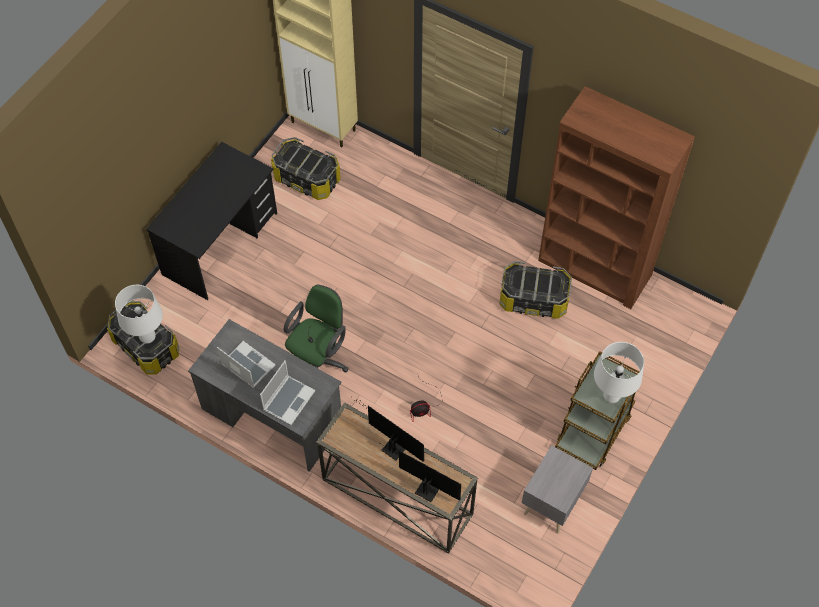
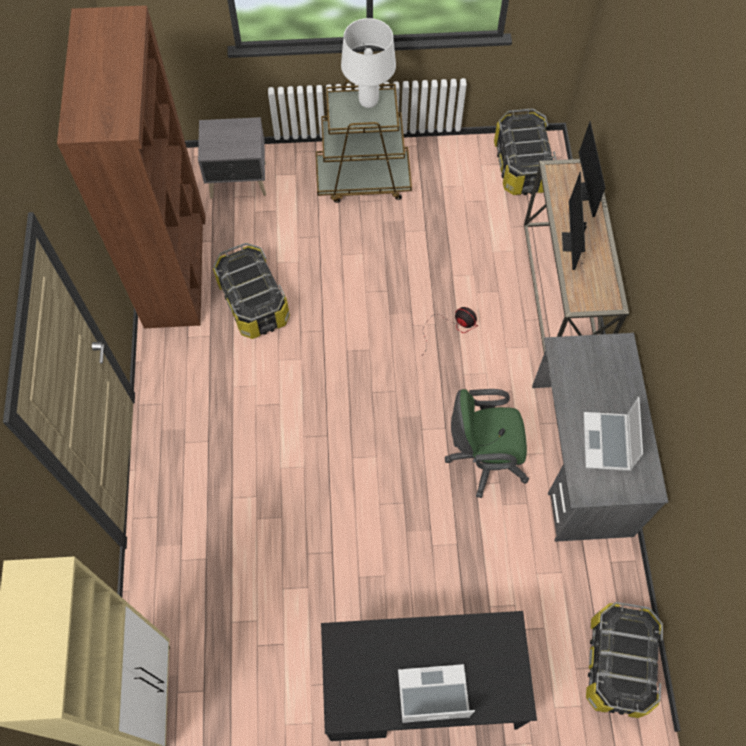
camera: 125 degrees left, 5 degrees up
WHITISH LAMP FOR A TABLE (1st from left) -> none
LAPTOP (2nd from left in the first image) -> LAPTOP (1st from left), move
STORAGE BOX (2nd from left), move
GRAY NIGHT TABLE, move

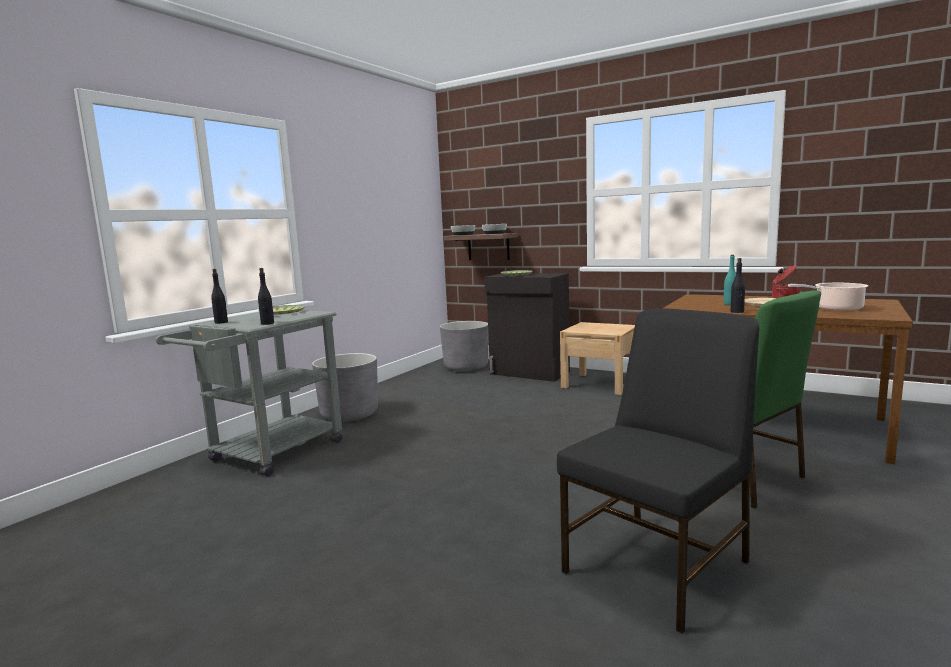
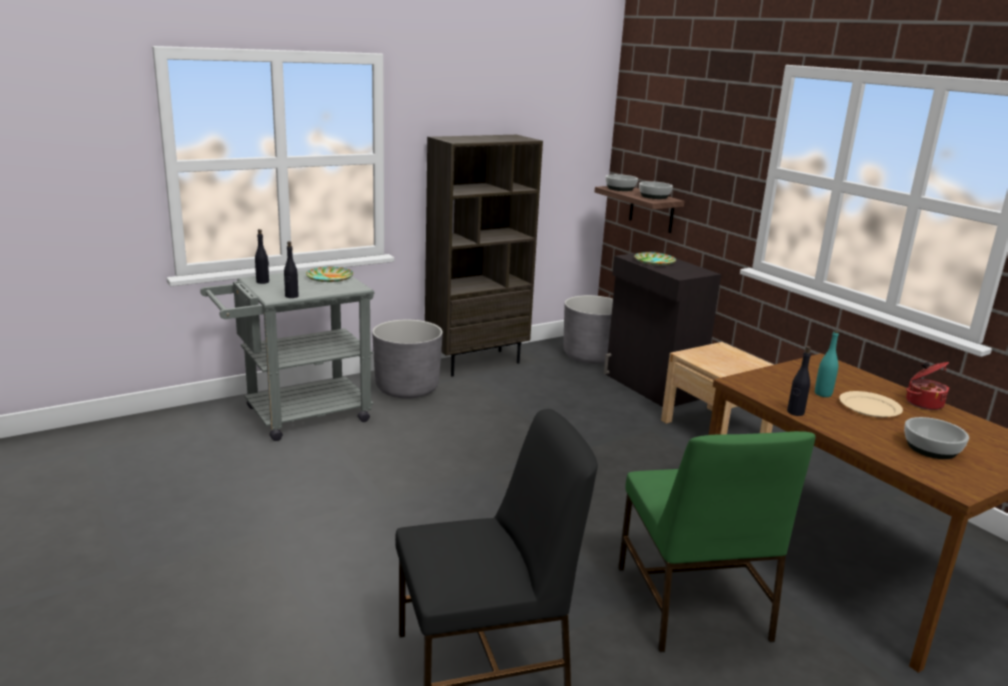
camera: 25 degrees right, 10 degrees up
none -> BROWNISH SHELVING UNIT
STOCKPOT (2nd from left) -> BOWL (3rd from left)

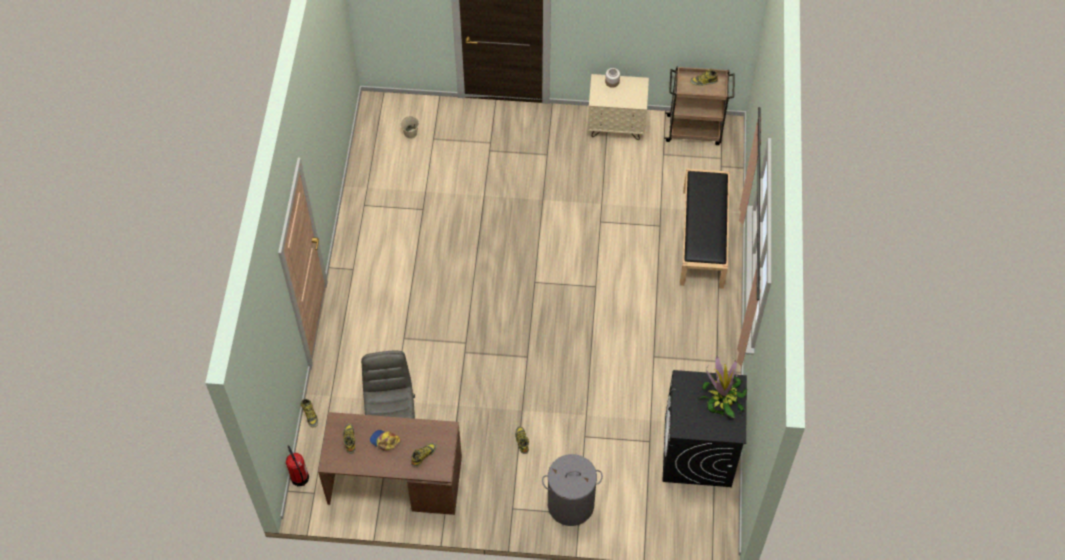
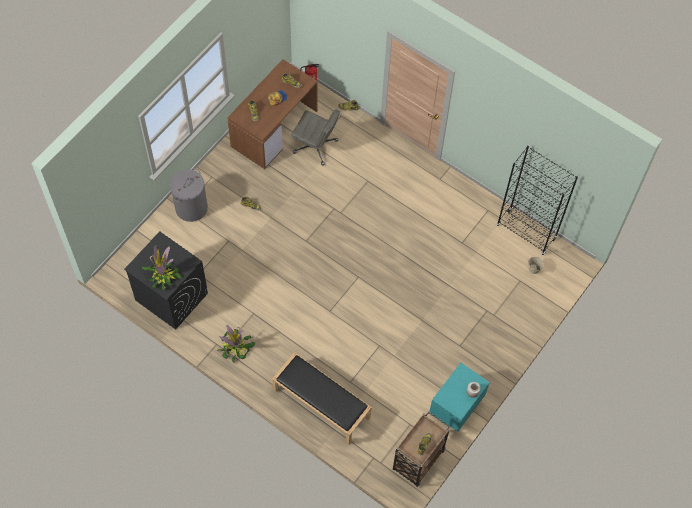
camera: 120 degrees right, 5 degrees up
none -> HOUSEPLANT (2nd from left)
none -> BLACK SHELVING UNIT
SAND-COLOURED NIGHT TABLE -> TURQUOISE-COLOURED NIGHT TABLE

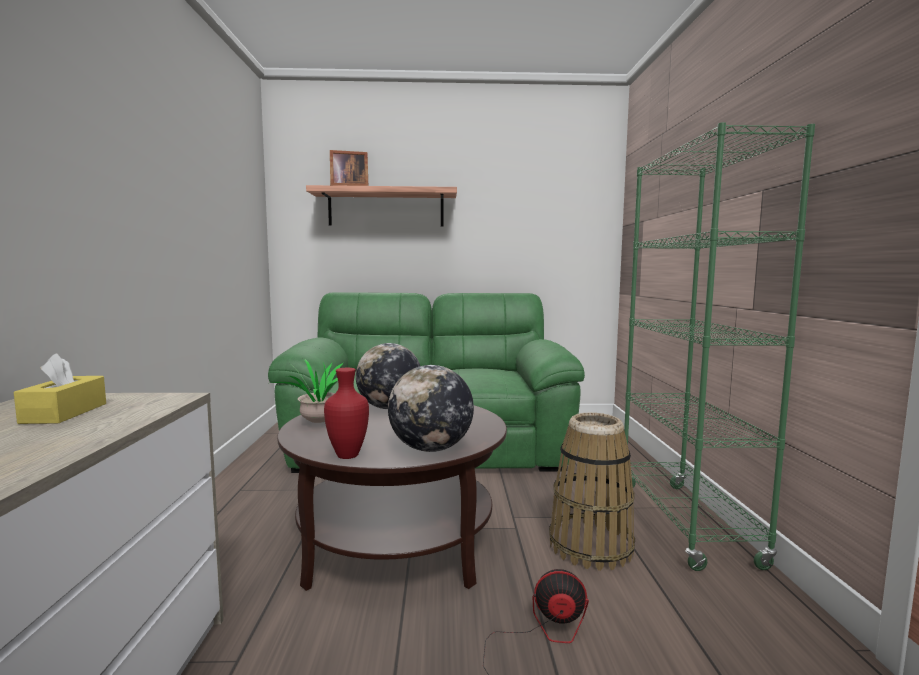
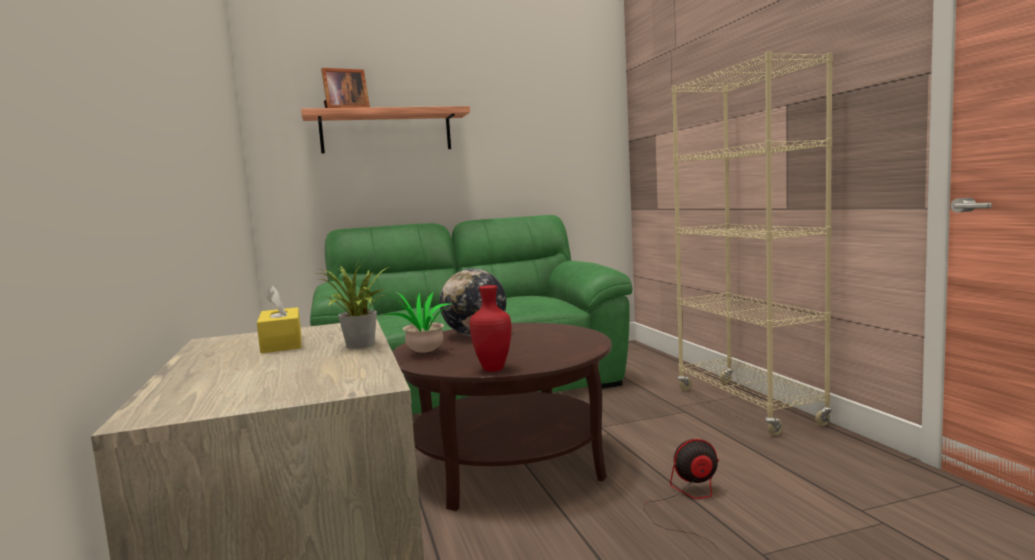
camera: 15 degrees left, 0 degrees up
GLOBE (2nd from left) -> none
STORAGE BASKET -> none
none -> HOUSEPLANT (1st from left)
GREENISH SHELVING UNIT -> SAND-COLOURED SHELVING UNIT

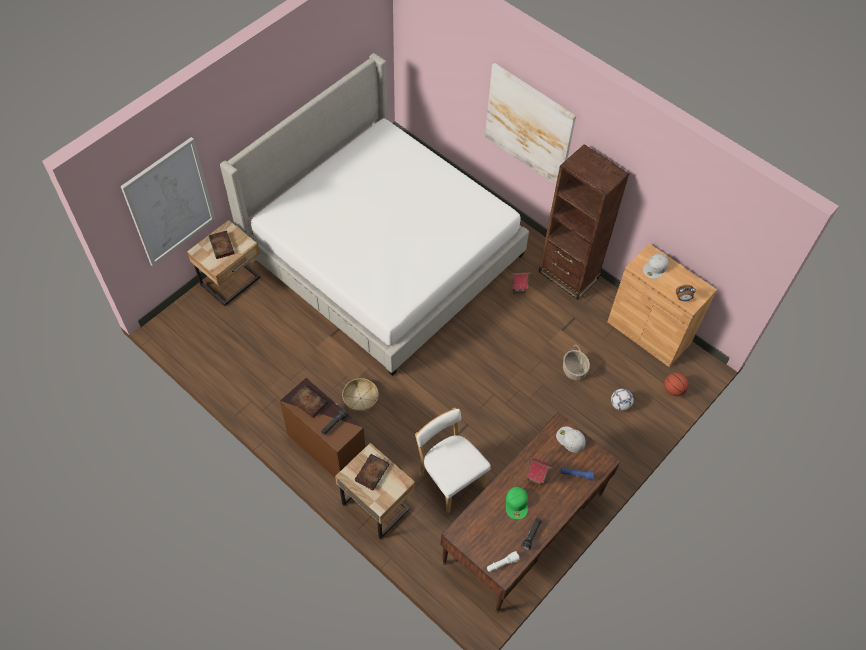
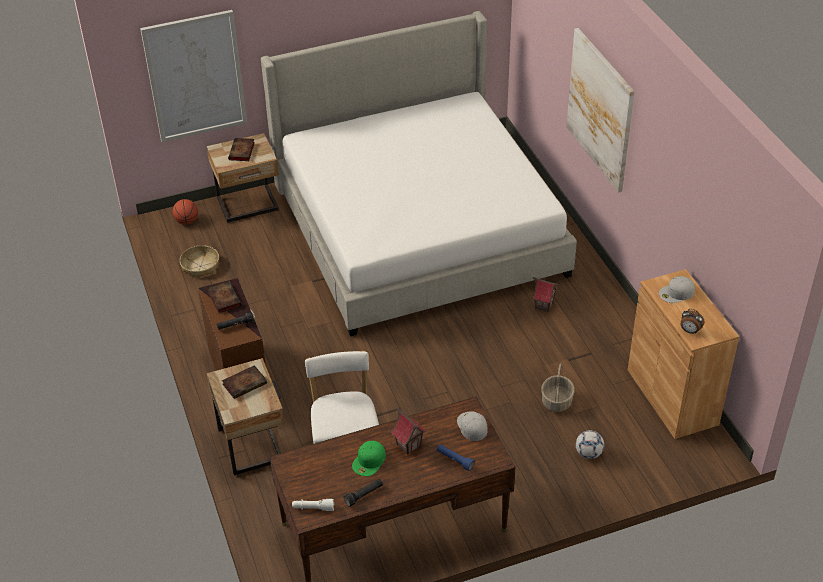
camera: 30 degrees right, 15 degrees down
BROWNISH SHELVING UNIT -> none
STORAGE BASKET (1st from left), move
BALL FOR BASKETBALL, move

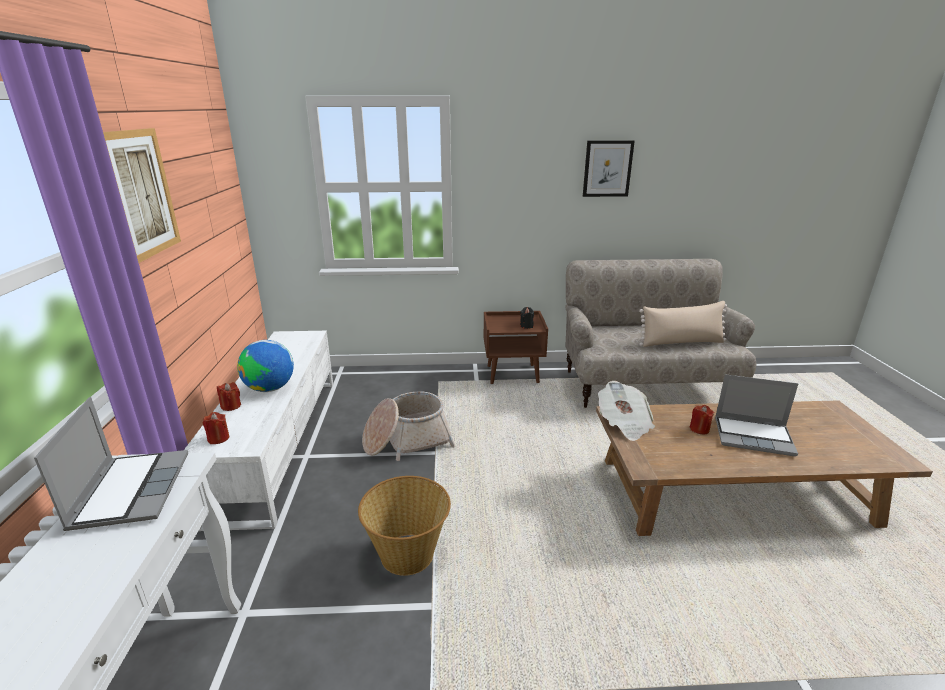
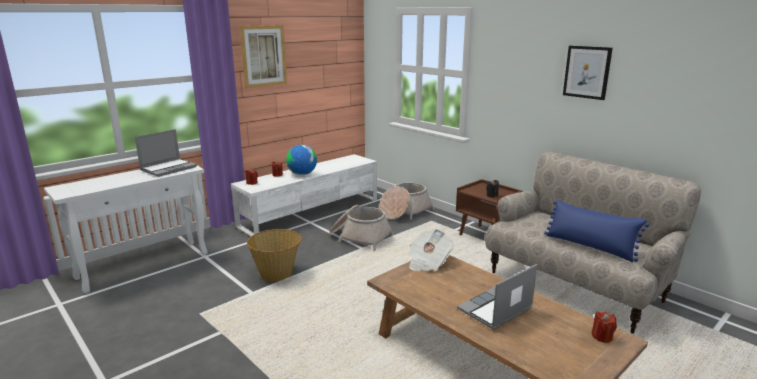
camera: 50 degrees right, 5 degrees down
none -> STORAGE BASKET (3rd from left)
REDDISH CANDLE (3rd from left), move
SAND-COLOURED THROW PILLOW -> BLUE THROW PILLOW
LAPTOP (2nd from left), 75 degrees clockwise

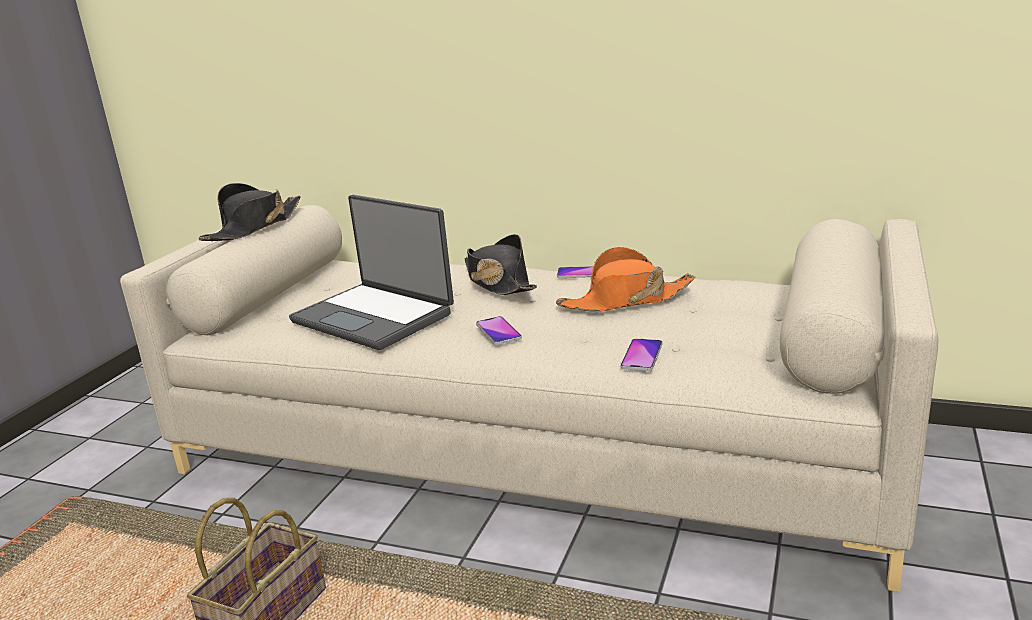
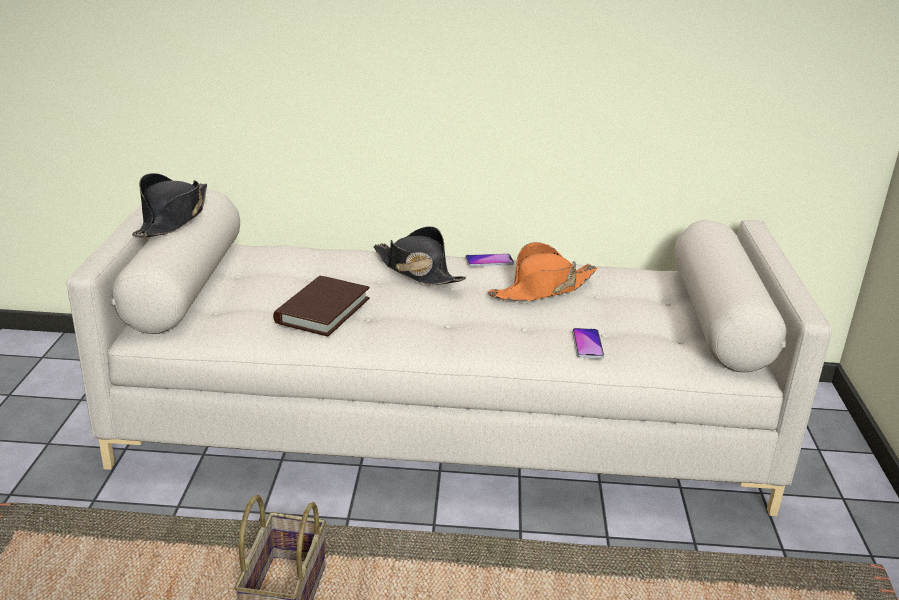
camera: 20 degrees left, 5 degrees up
PHONE (1st from left) -> none
LAPTOP -> BROWNISH BOOK

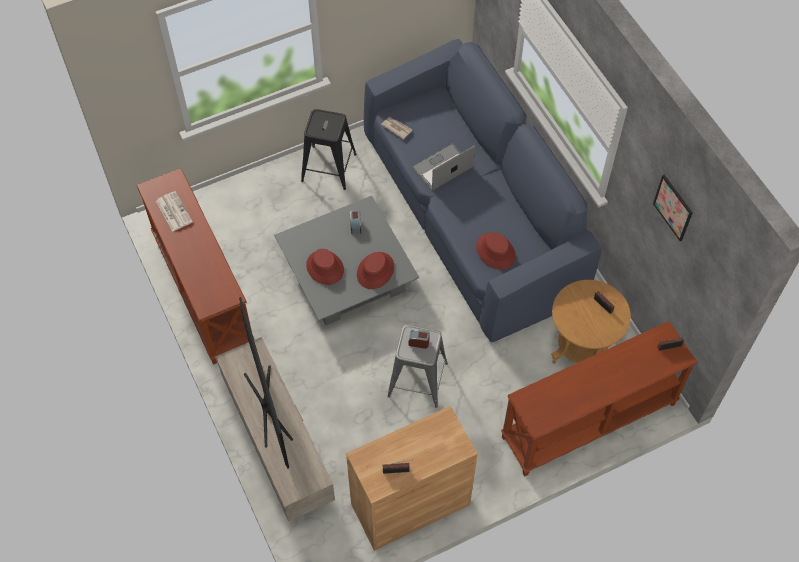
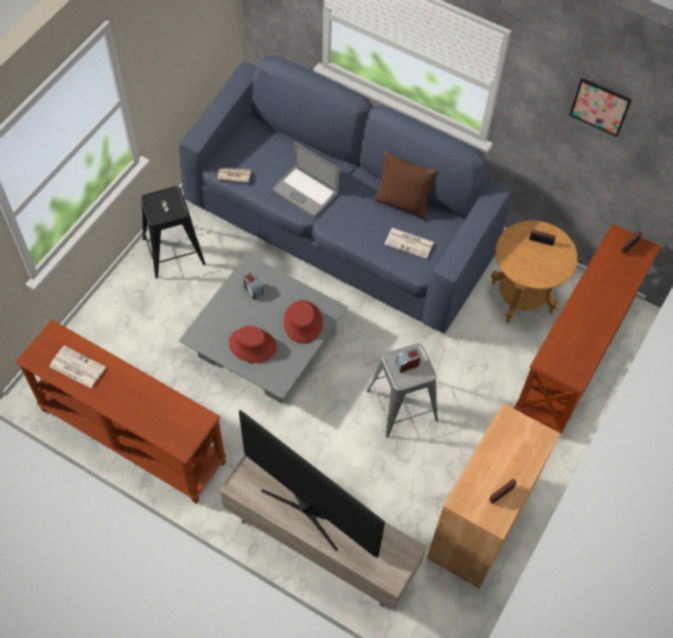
camera: 35 degrees left, 0 degrees up
none -> BROWNISH THROW PILLOW
REDDISH HAT (3rd from left) -> PRINTED PAPER (3rd from left)
LAPTOP, 75 degrees counterclockwise

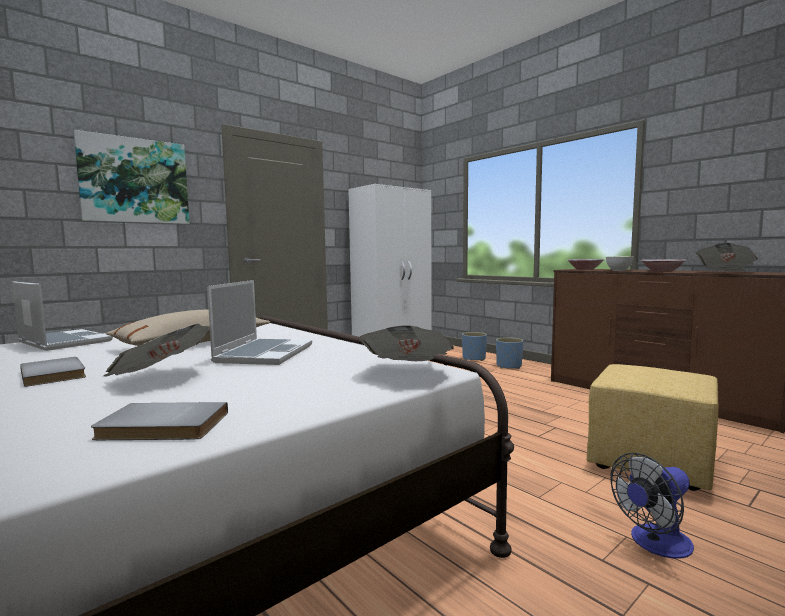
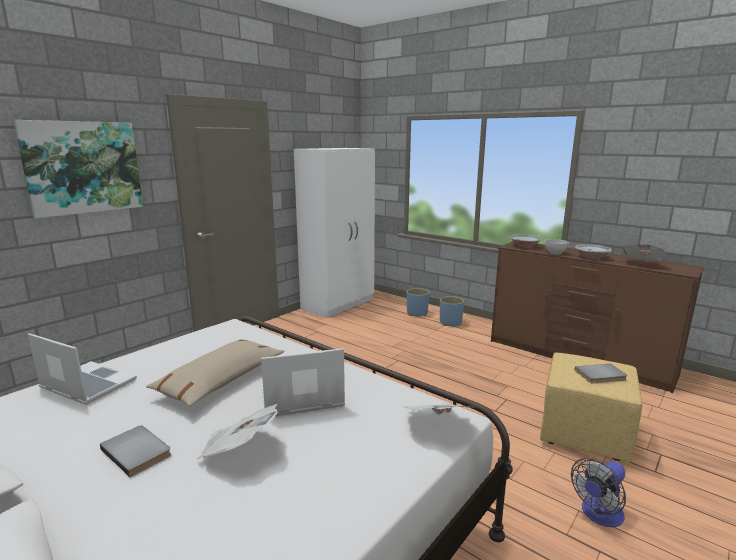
camera: 10 degrees left, 10 degrees up
GRAY BOOK (2nd from left), move
LAPTOP (2nd from left), 105 degrees counterclockwise

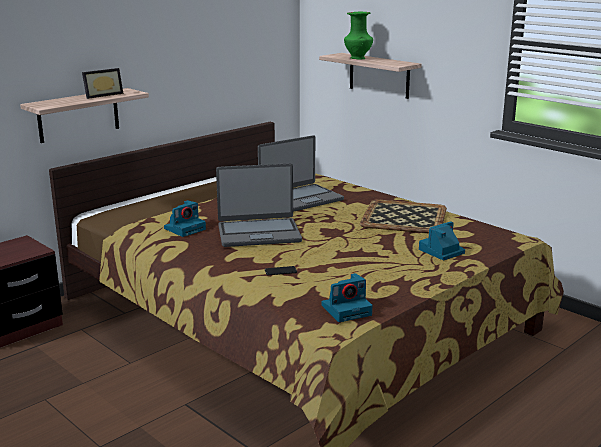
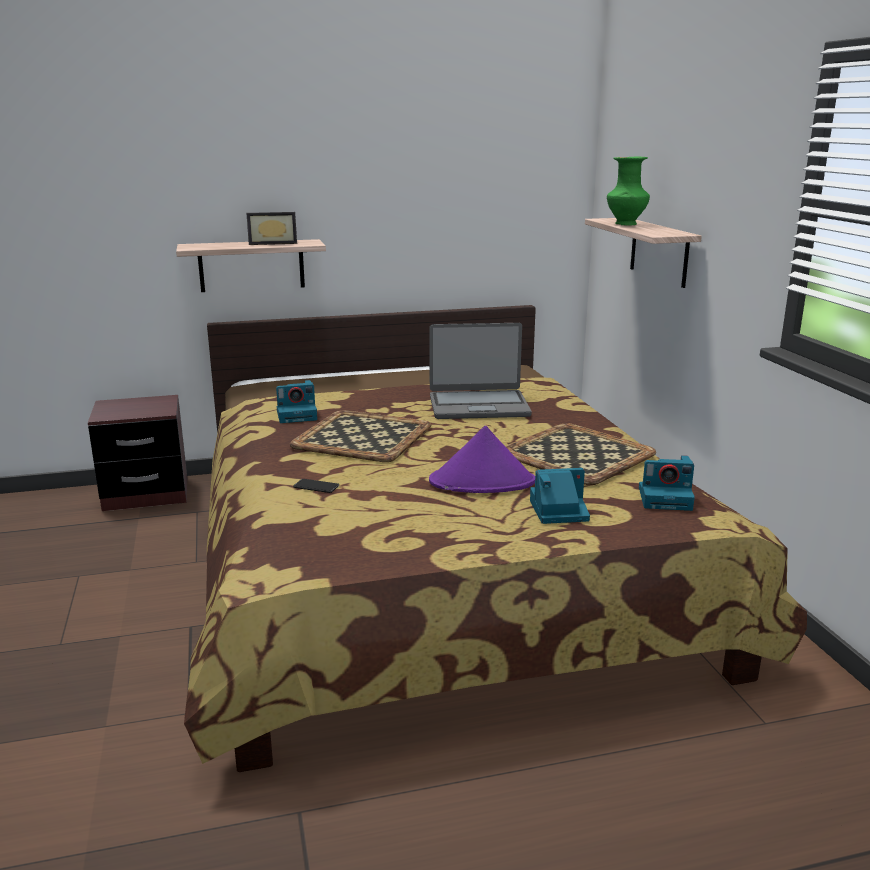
camera: 30 degrees right, 0 degrees up
none -> PURPLE HAT
STILL CAMERA (2nd from left in the first image) -> STILL CAMERA (3rd from left), move
LAPTOP (1st from left) -> SERVING TRAY (1st from left)

